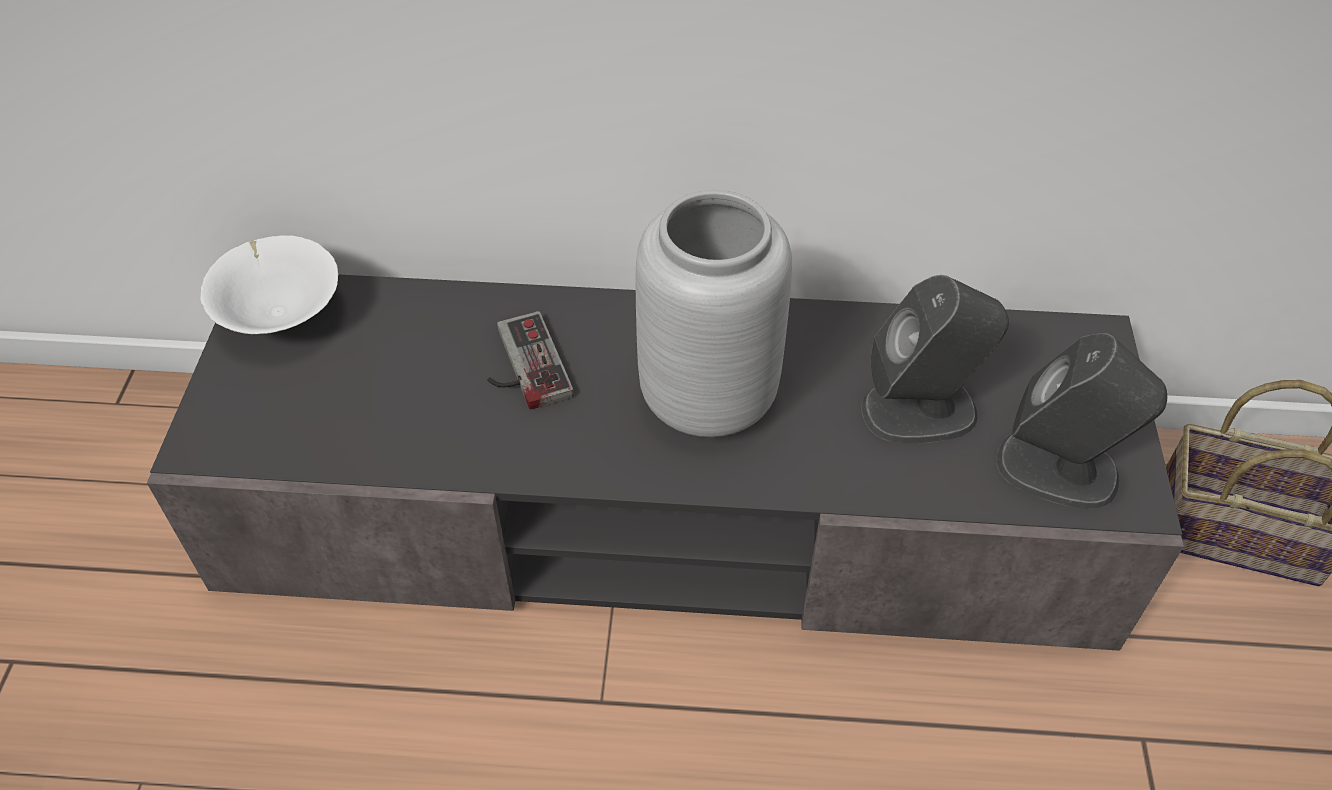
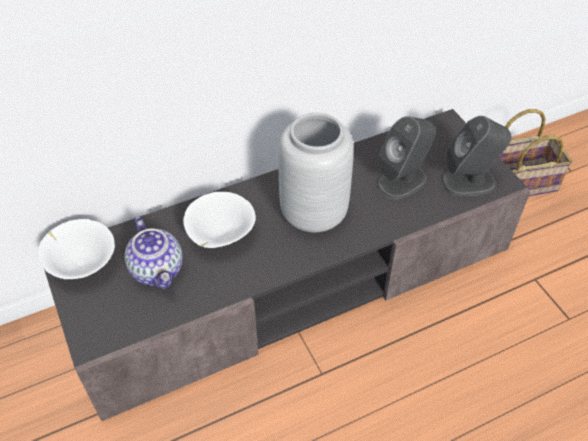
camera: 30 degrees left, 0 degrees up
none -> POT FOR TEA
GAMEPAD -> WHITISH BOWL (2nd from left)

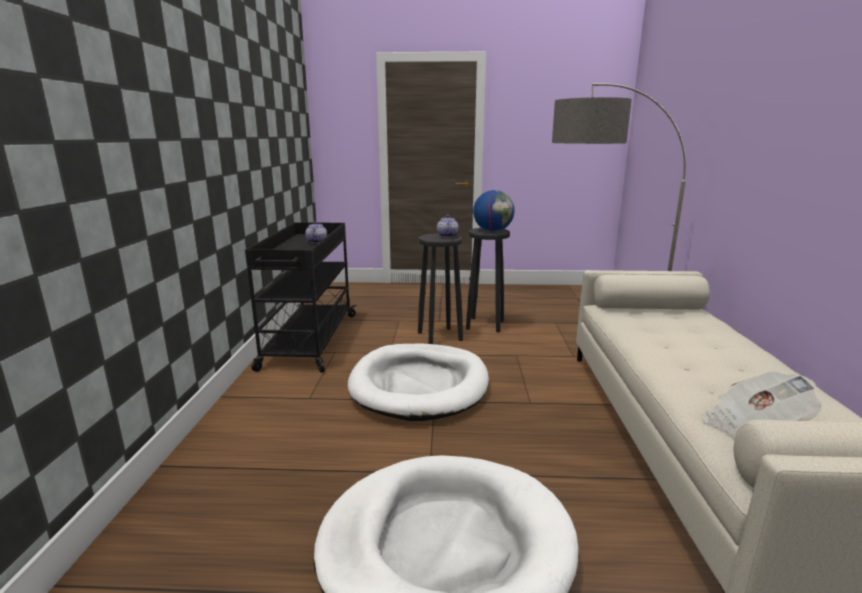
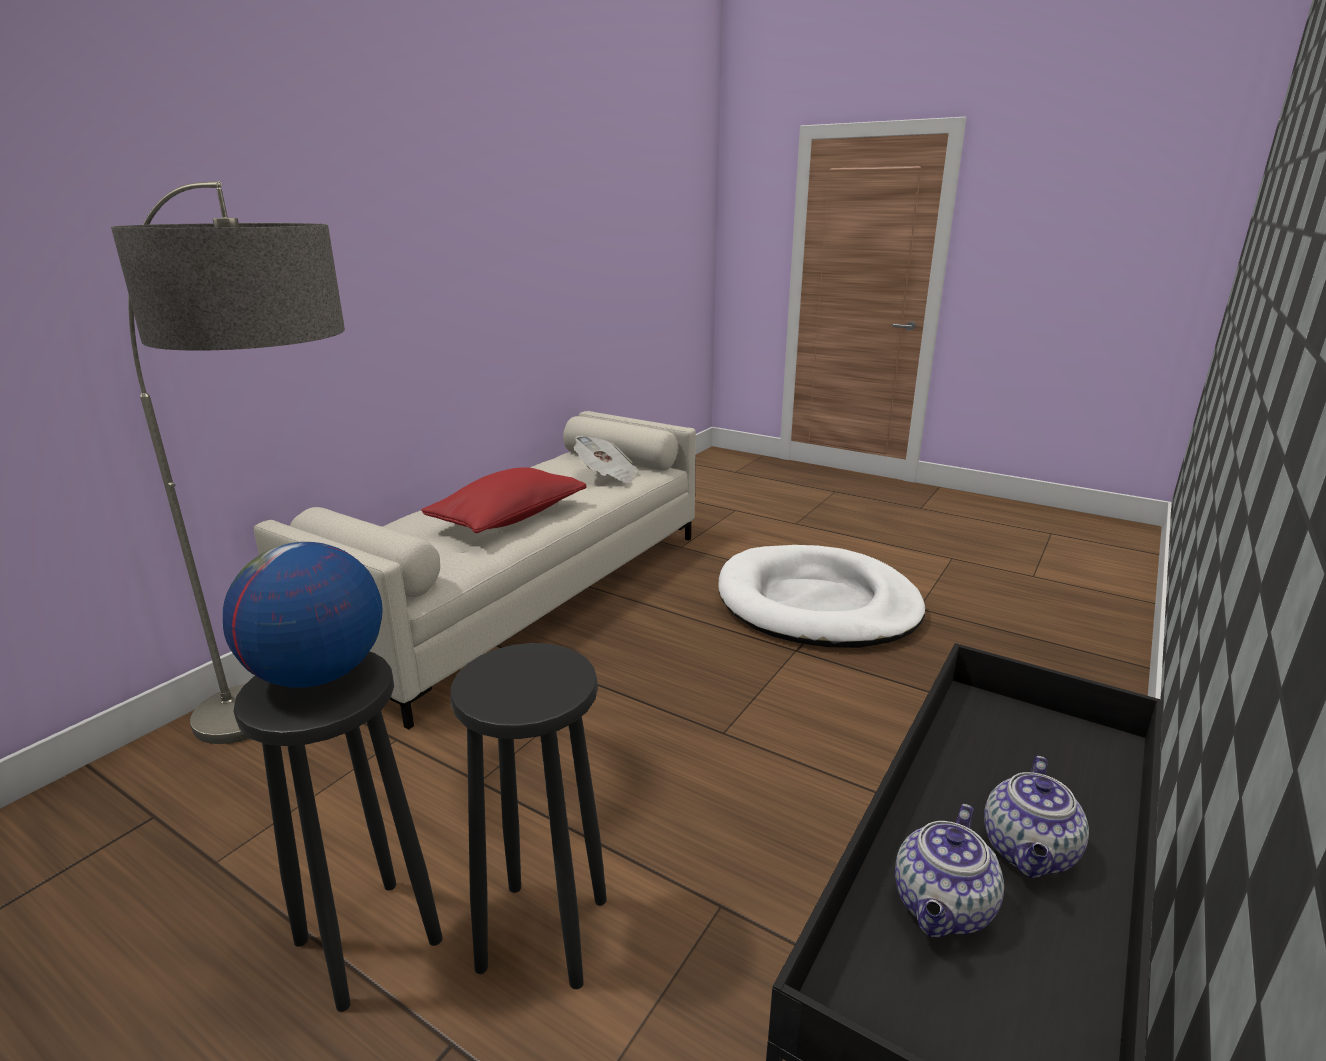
camera: 150 degrees left, 5 degrees up
WHITISH DOG BED (1st from left) -> none
none -> REDDISH THROW PILLOW
POT FOR TEA (2nd from left), move

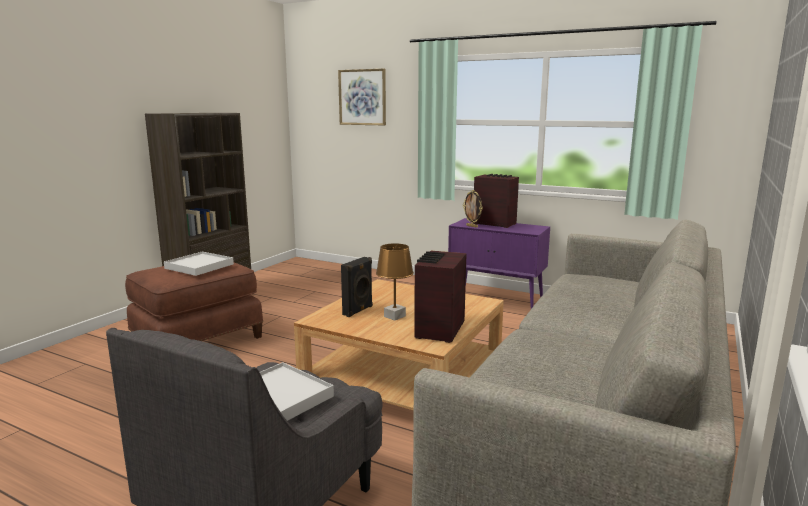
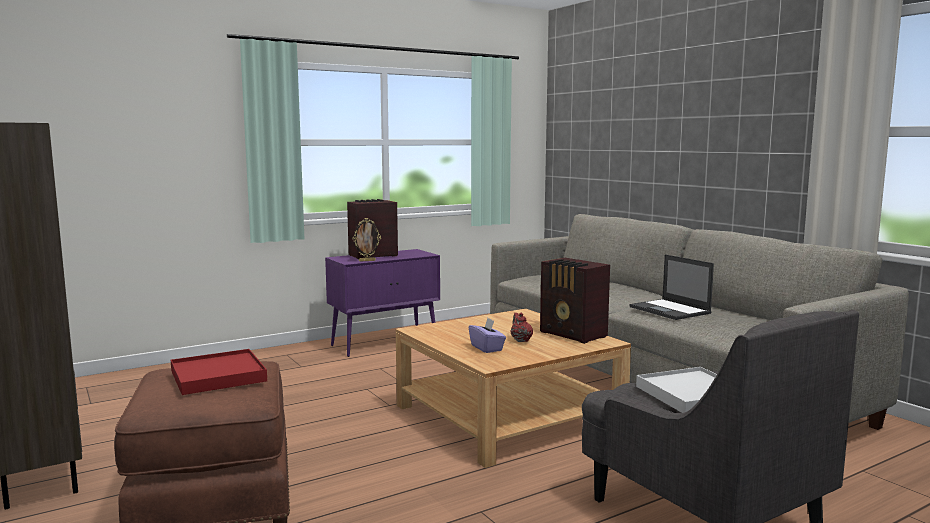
camera: 60 degrees left, 5 degrees down
WALL PICTURE -> none
none -> LAPTOP
BLACK LOUDSPEAKER -> PURPLE TISSUE BOX
BROWNISH LAMP FOR A TABLE -> REDDISH POT FOR TEA
WHITISH SERVING TRAY (1st from left) -> REDDISH SERVING TRAY

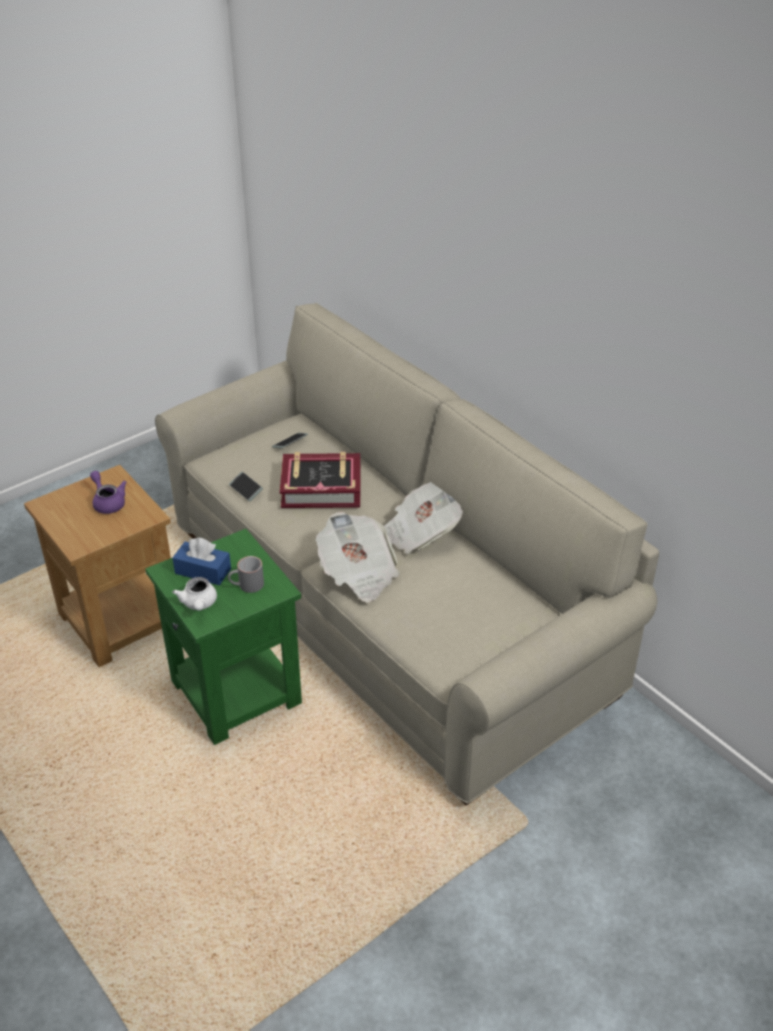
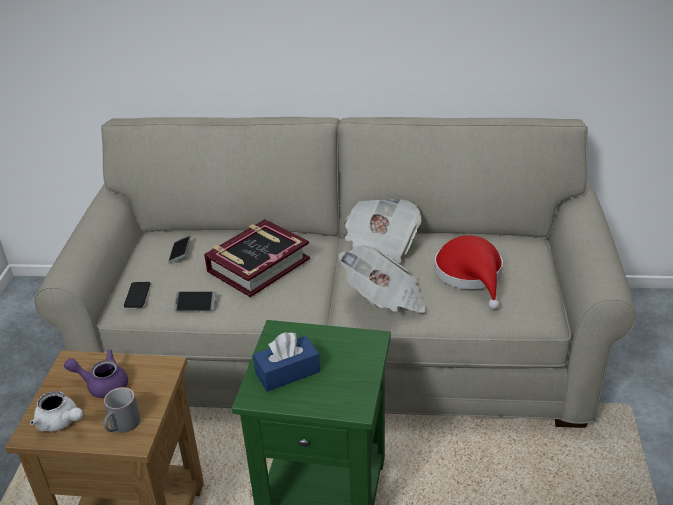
camera: 45 degrees left, 5 degrees down
none -> PHONE (1st from left)
none -> REDDISH HAT
WHITISH POT FOR TEA, move
GRAY COFFEE MUG, move

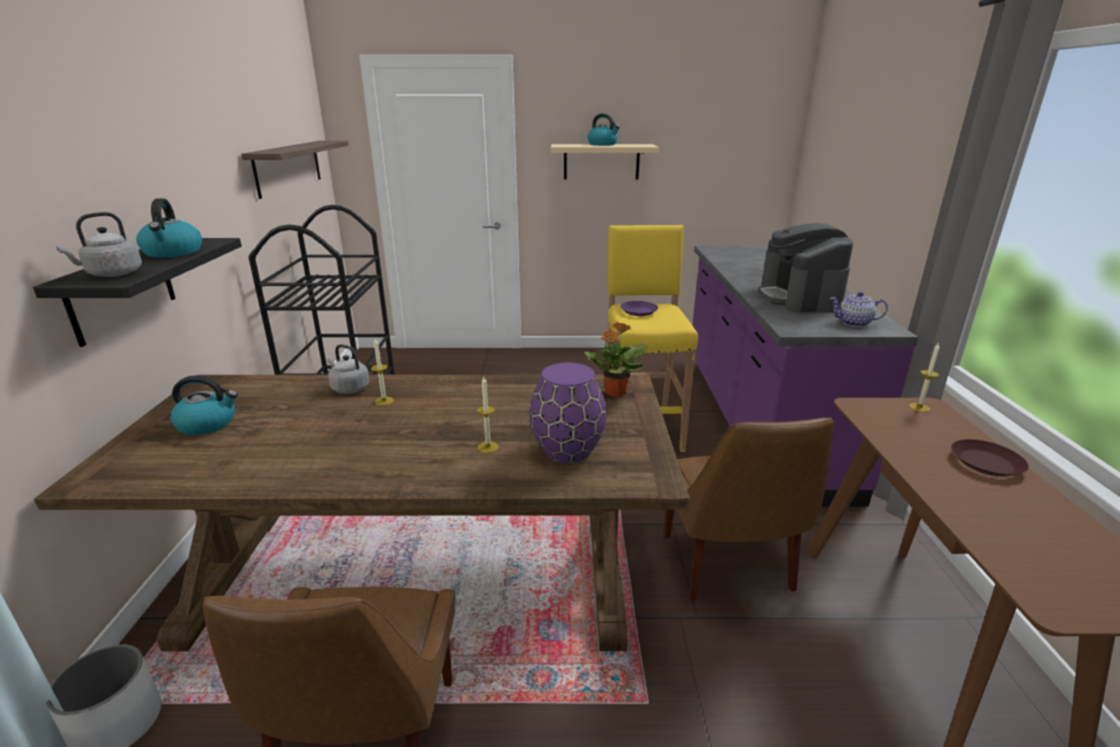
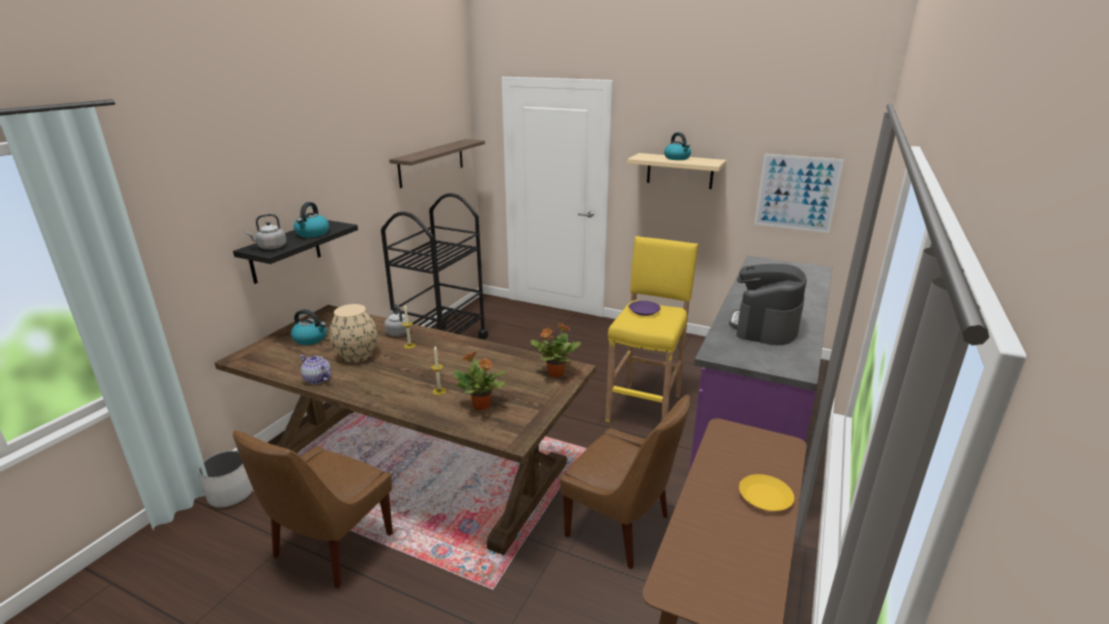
camera: 25 degrees right, 0 degrees up
CANDLE (3rd from left) -> none
none -> SAND-COLOURED FLOWER VASE
none -> WALL PICTURE
POT FOR TEA, move
PURPLE FLOWER VASE -> HOUSEPLANT (1st from left)
BROWNISH FLAT DISH -> YELLOWISH FLAT DISH
BROWNISH UPRIGHT CHAIR (2nd from left), 75 degrees counterclockwise

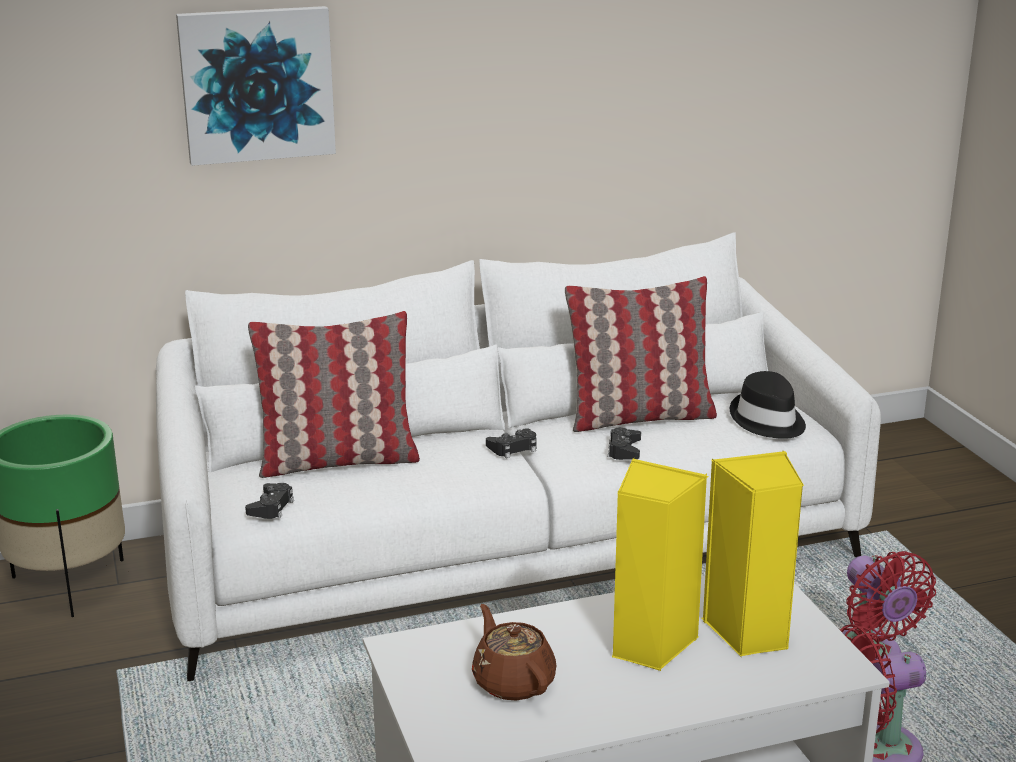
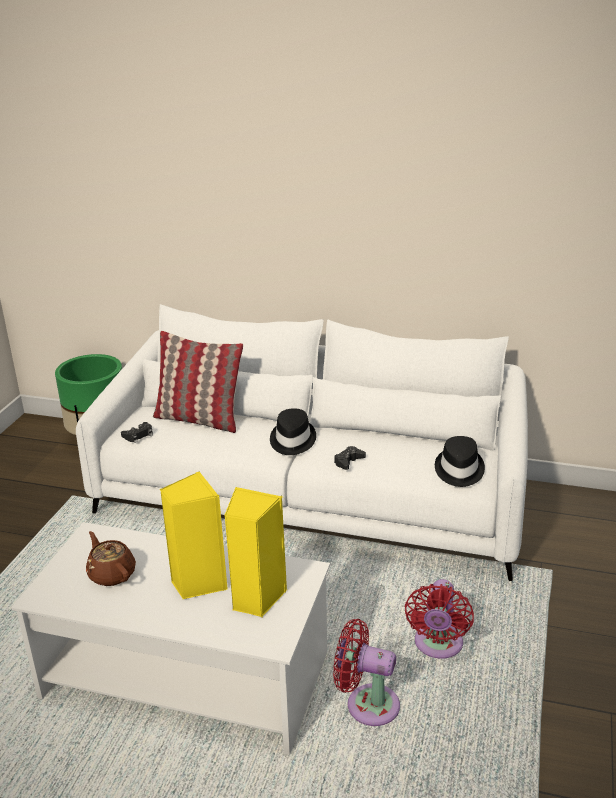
camera: 35 degrees right, 5 degrees up
WALL PICTURE -> none
THROW PILLOW (2nd from left) -> none
BLACK GAMEPAD (2nd from left) -> BLACK HAT (1st from left)
BROWNISH POT FOR TEA, 45 degrees counterclockwise

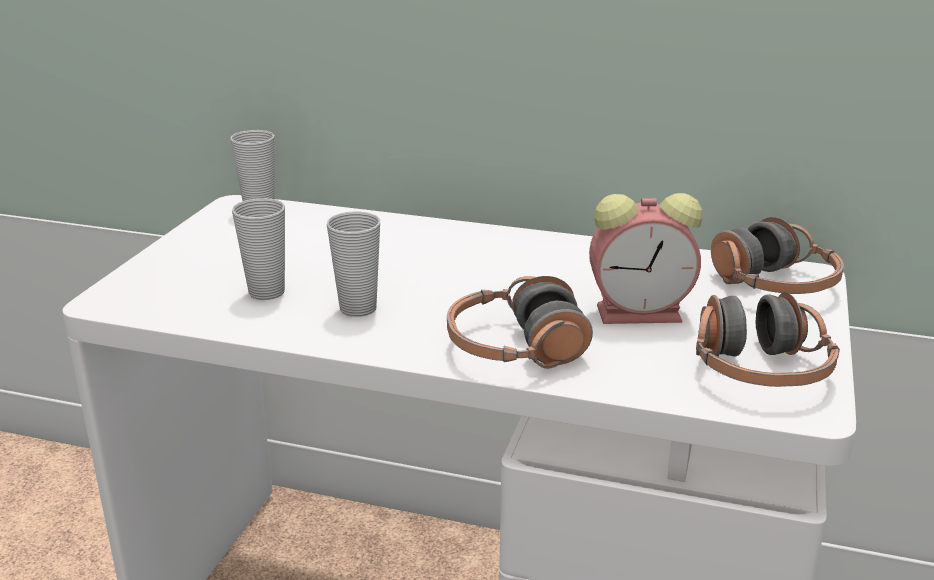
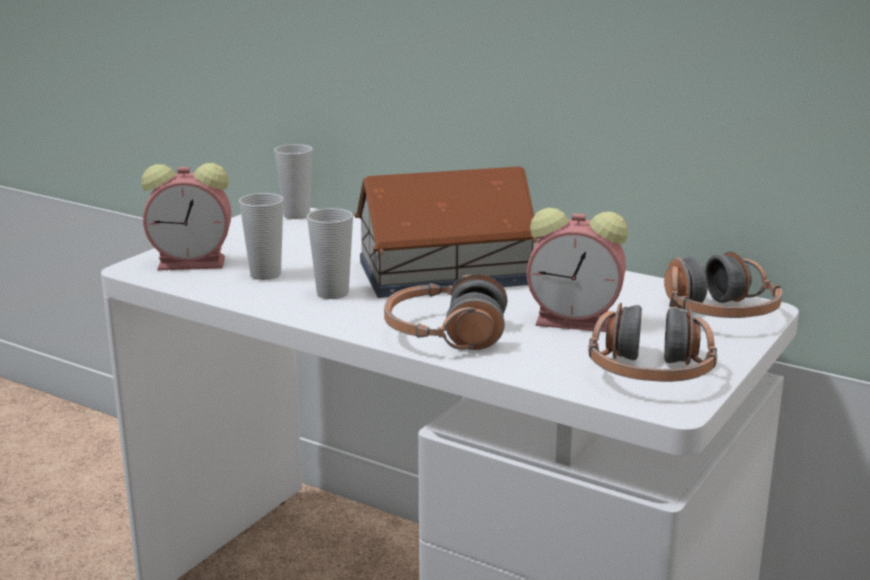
camera: 15 degrees right, 5 degrees down
none -> TABLE CLOCK (1st from left)
none -> TOY HOUSE

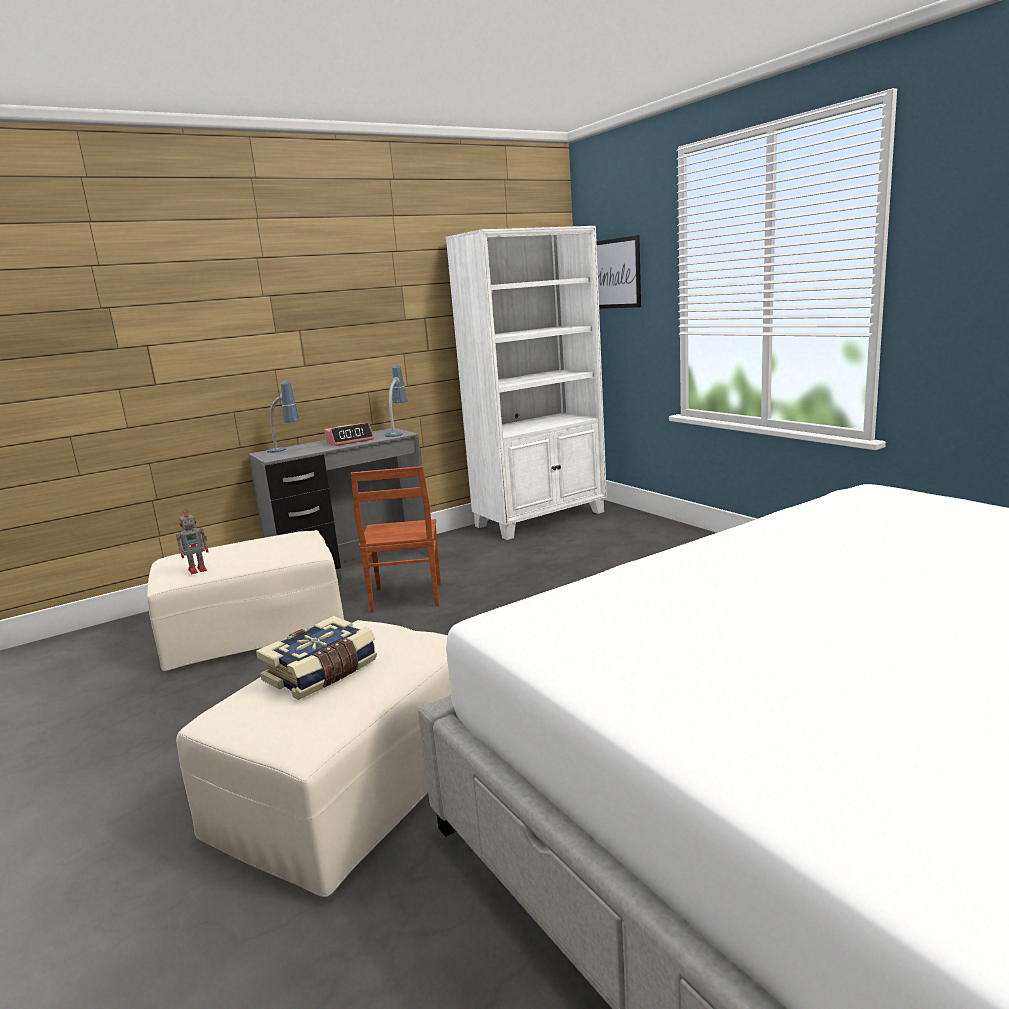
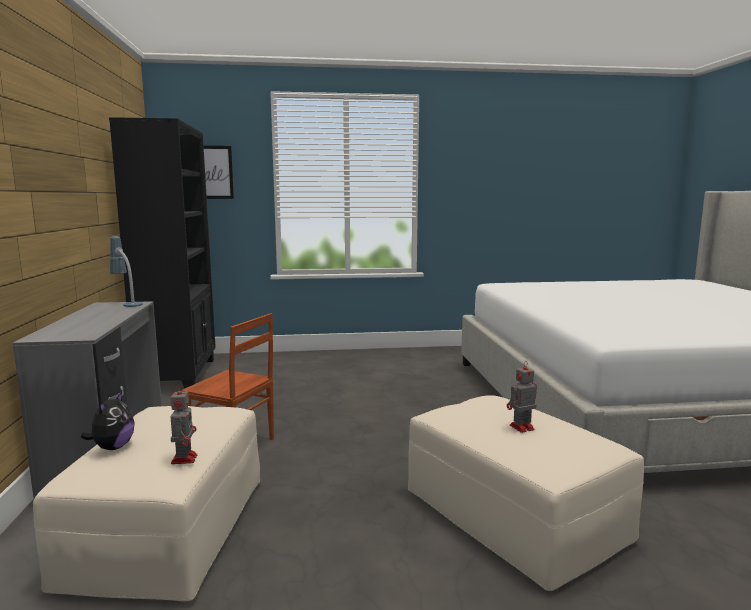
camera: 65 degrees left, 5 degrees down
LAMP FOR A TABLE (1st from left) -> none
TABLE CLOCK -> none
none -> CUDDLY TOY
BOOK -> TOY ROBOT (2nd from left)
WHITISH SHELVING UNIT -> BLACK SHELVING UNIT

